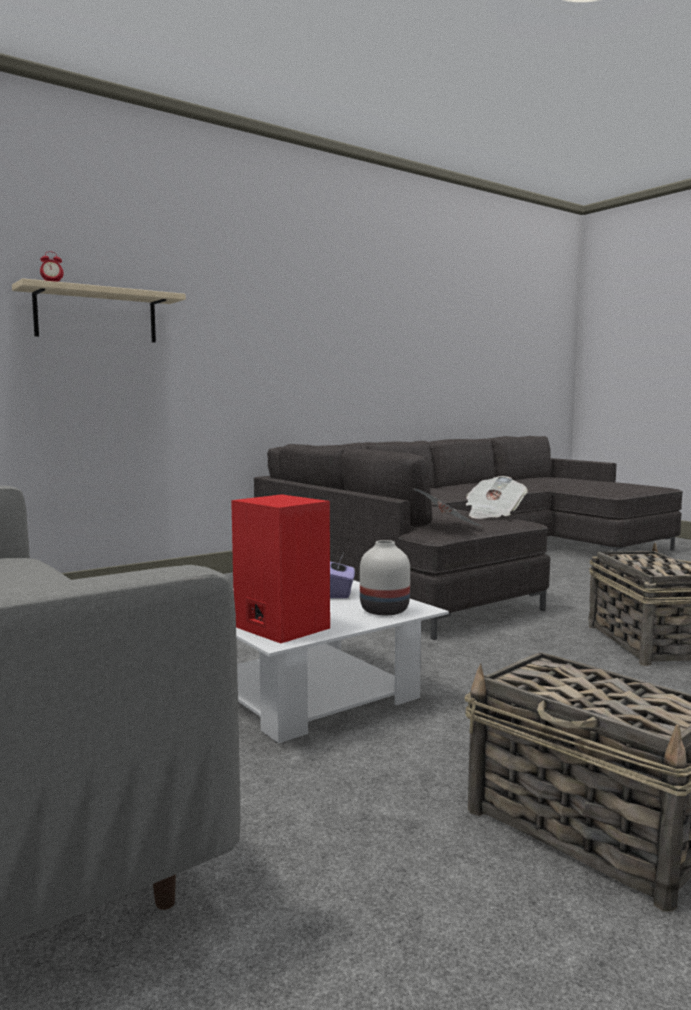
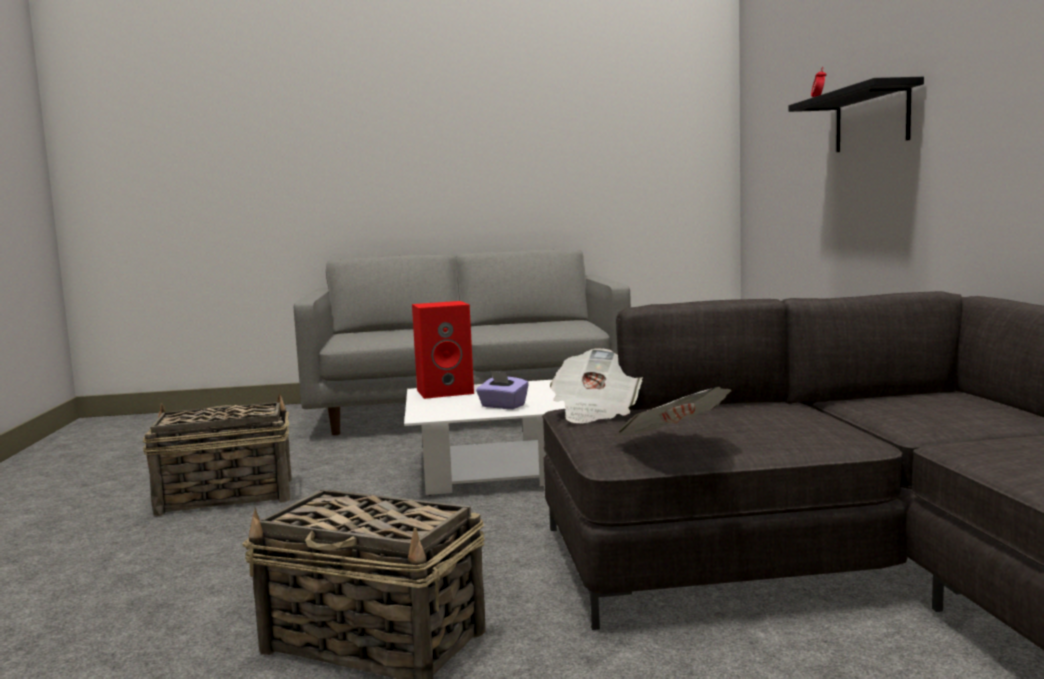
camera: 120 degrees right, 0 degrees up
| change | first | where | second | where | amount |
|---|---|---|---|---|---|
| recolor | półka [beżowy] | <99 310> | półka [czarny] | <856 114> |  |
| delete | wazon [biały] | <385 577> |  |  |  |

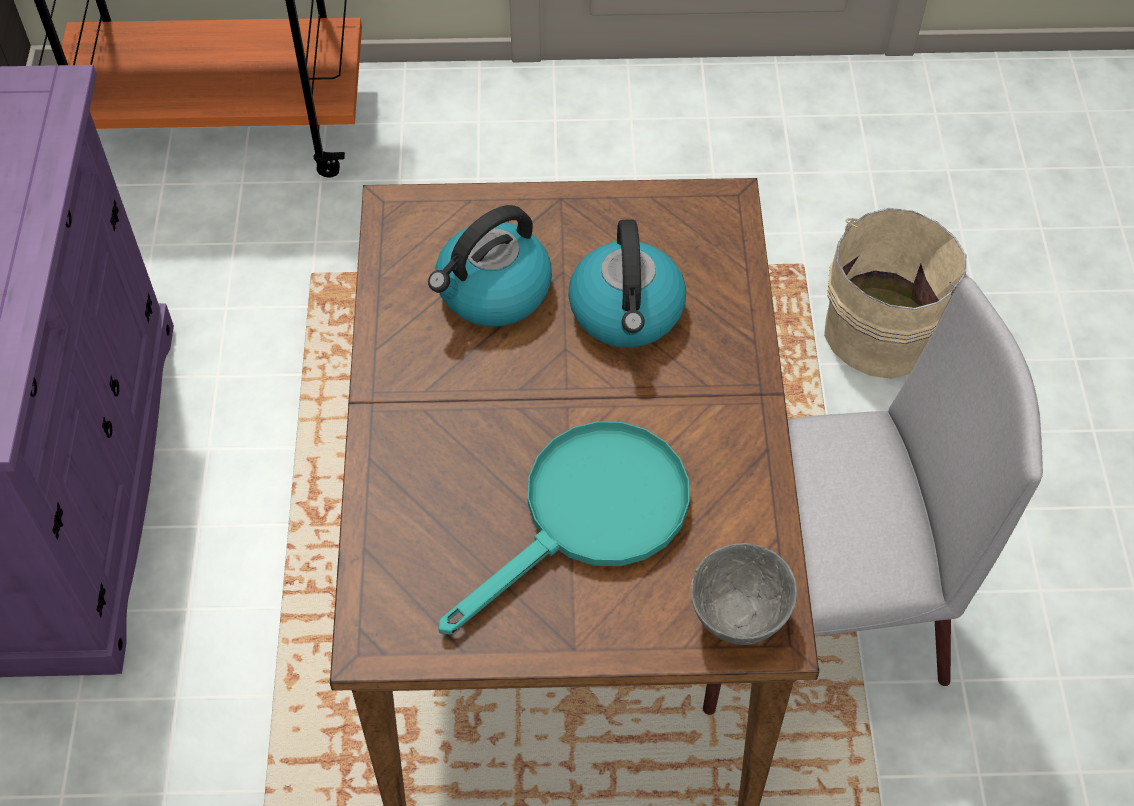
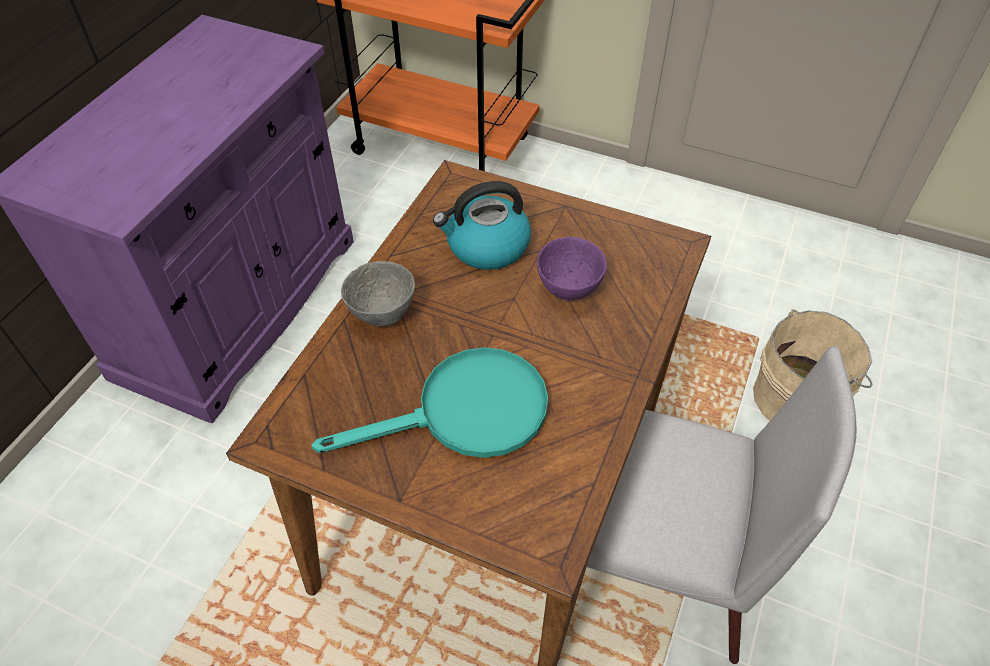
camera: 25 degrees right, 5 degrees down
| change | first | where | second | where | amount |
|---|---|---|---|---|---|
| replace | czajnik | <627 283> | miska [fioletowy] | <572 268> |  |
| move | miska [szary] | <744 594> |  | <378 293> |  |

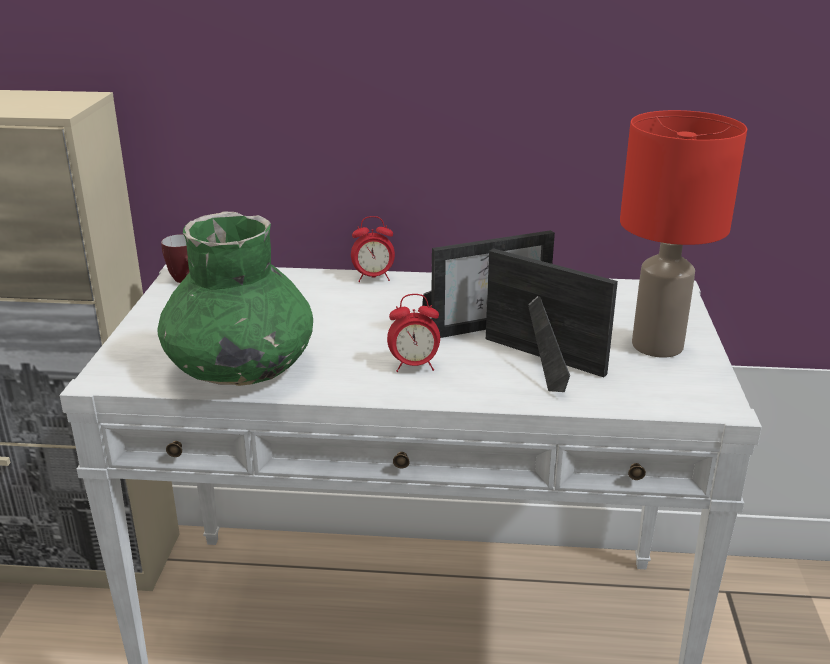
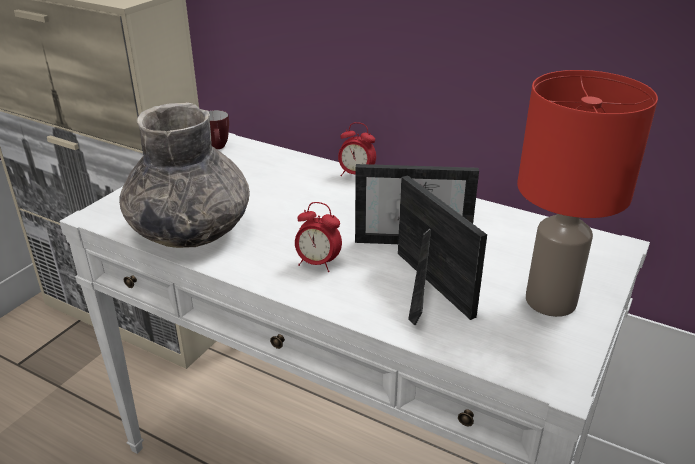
camera: 25 degrees right, 5 degrees up
| change | first | where | second | where | amount |
|---|---|---|---|---|---|
| recolor | wazon [zielony] | <235 298> | wazon [szary] | <184 175> |  |

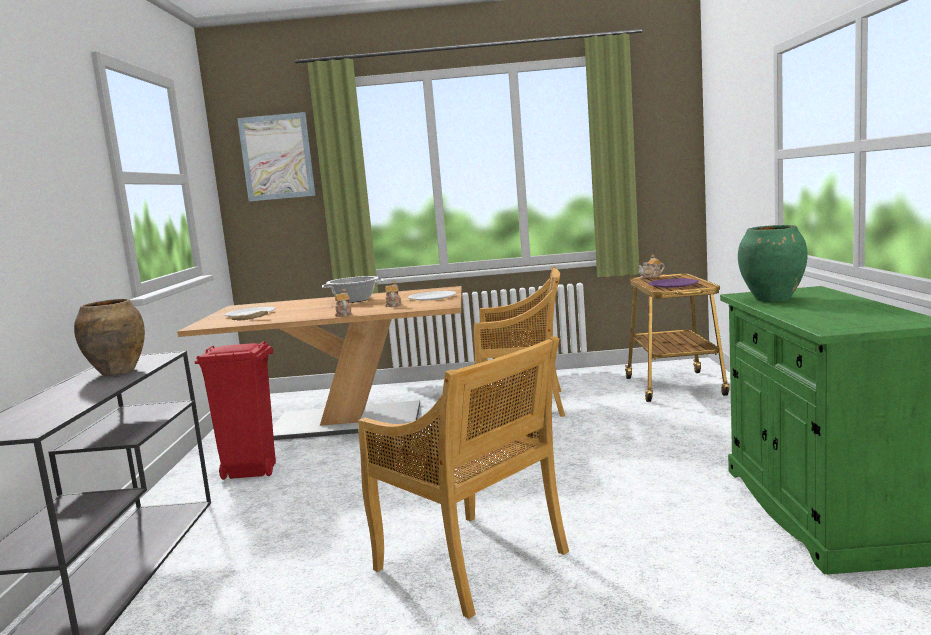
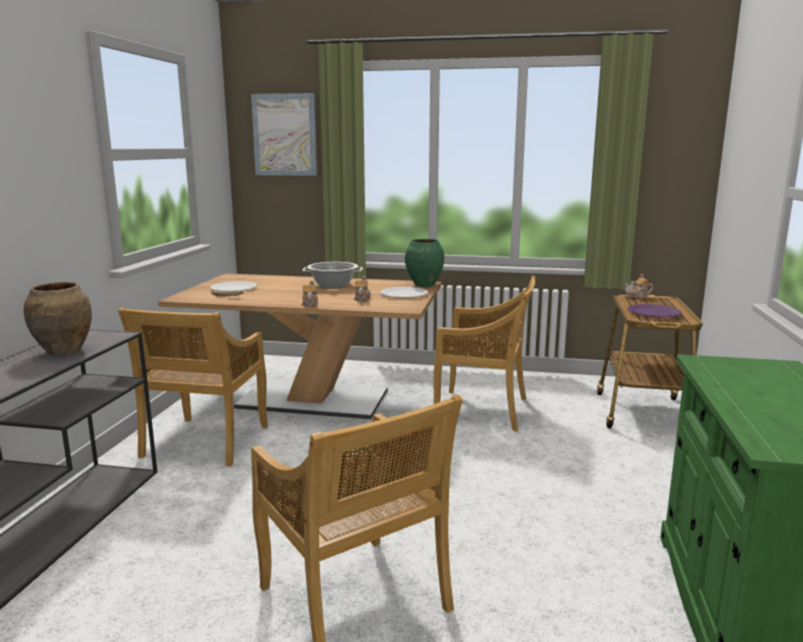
camera: 10 degrees right, 5 degrees up
| change | first | where | second | where | amount |
|---|---|---|---|---|---|
| move | wazon [zielony] | <773 263> |  | <424 263> |  |
| replace | kosz na śmieci [czerwony] | <235 410> | krzesło [beżowy] | <193 387> |  |

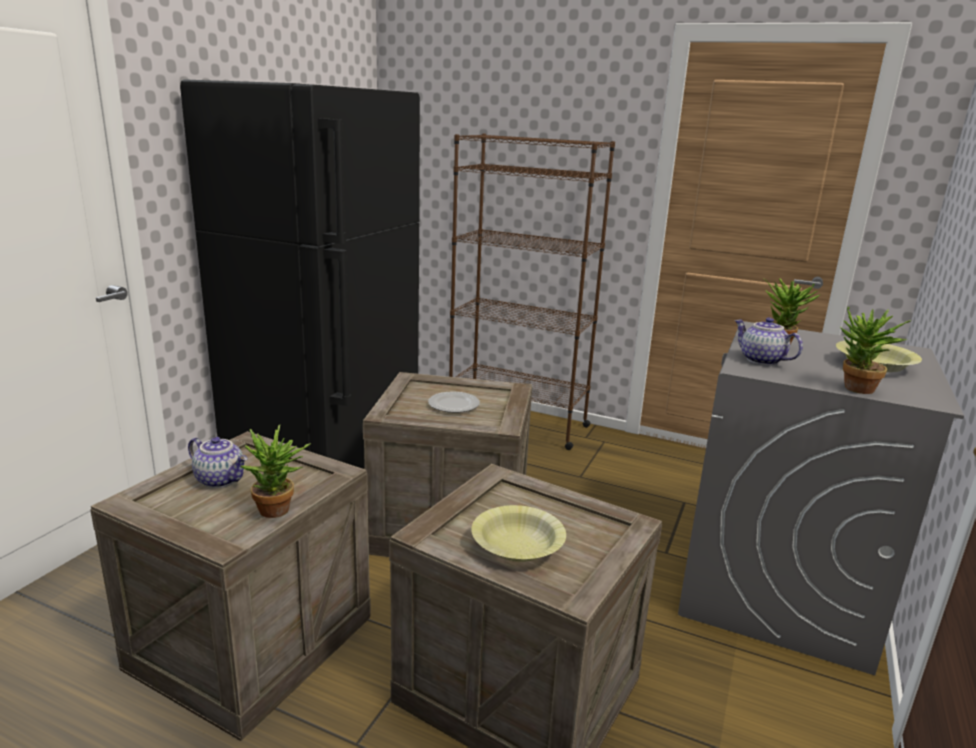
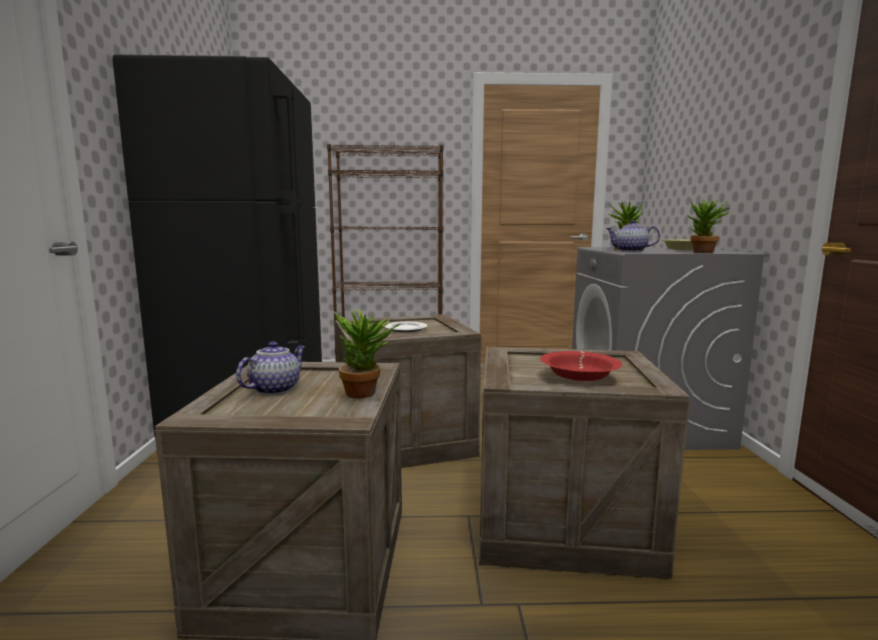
camera: 25 degrees left, 10 degrees down
| change | first | where | second | where | amount |
|---|---|---|---|---|---|
| rotate | imbryk | <218 462> |  | <271 368> | 60 degrees counterclockwise |
| recolor | miska [żółty] | <518 533> | miska [czerwony] | <581 366> |  |

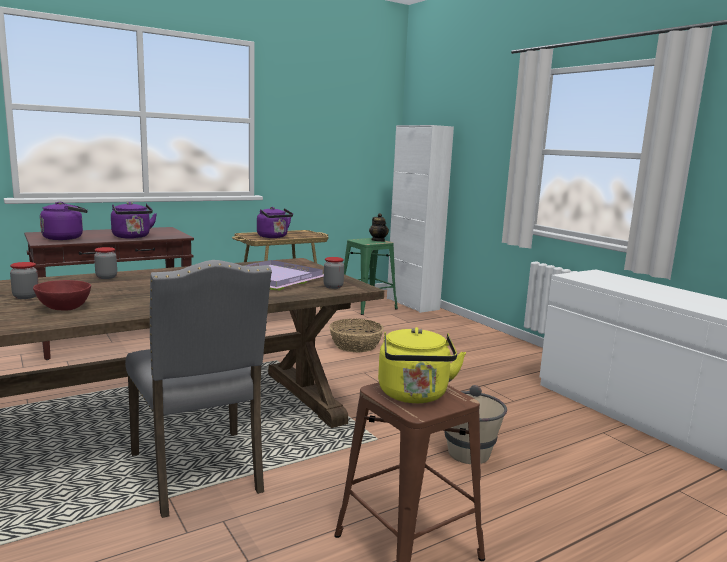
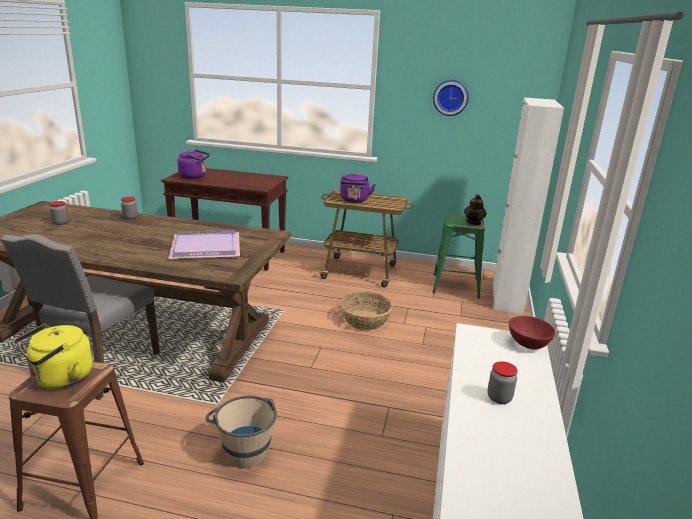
camera: 45 degrees right, 10 degrees up
| change | first | where | second | where | amount |
|---|---|---|---|---|---|
| delete | czajnik [fioletowy] | <134 220> |  |  |  |
| move | słoik | <334 273> |  | <502 383> |  |
| move | miska [czerwony] | <62 295> |  | <532 332> |  |
| insert |  |  | zegar ścienny | <451 98> |  |

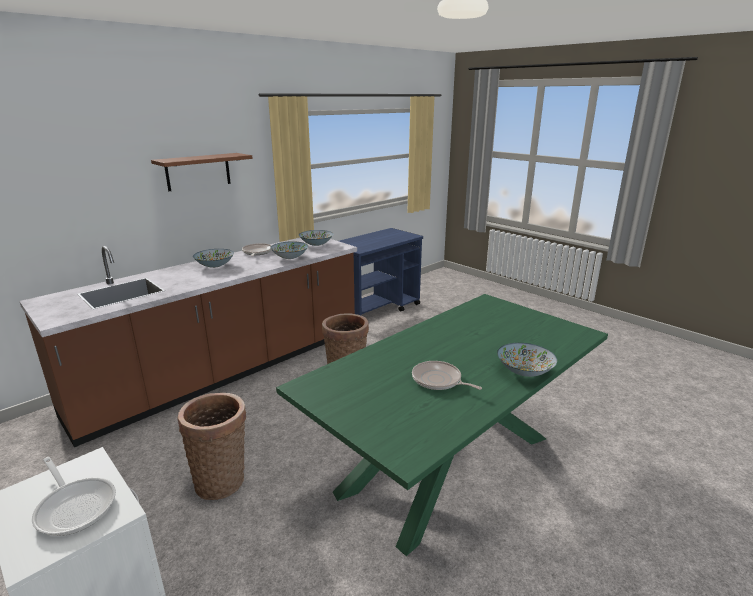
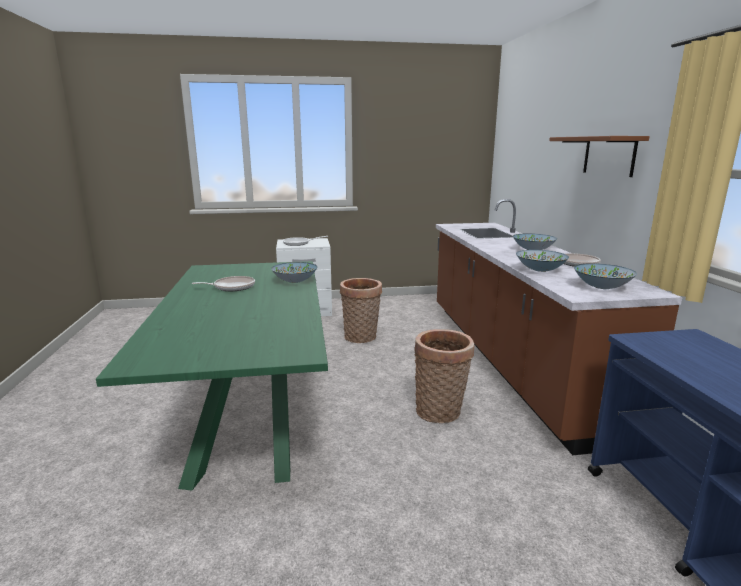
camera: 125 degrees right, 5 degrees down
| change | first | where | second | where | amount |
|---|---|---|---|---|---|
| move | miska | <527 360> |  | <294 272> |  |

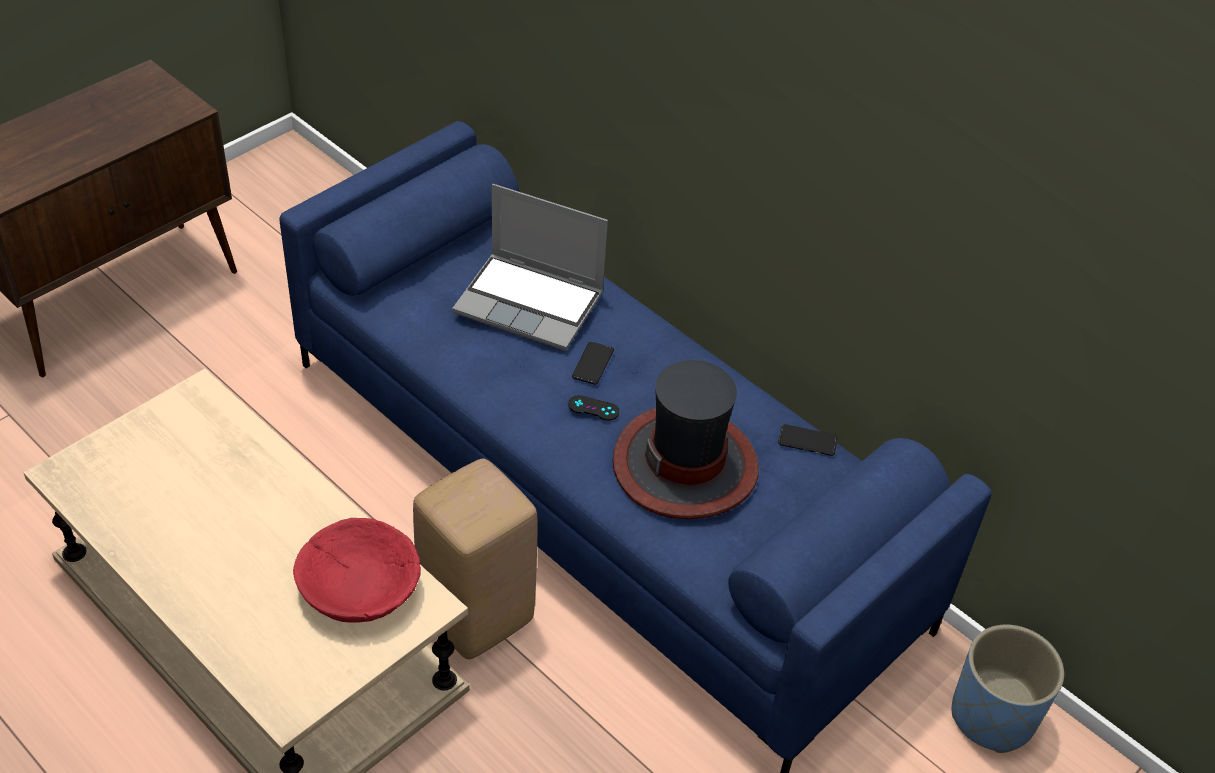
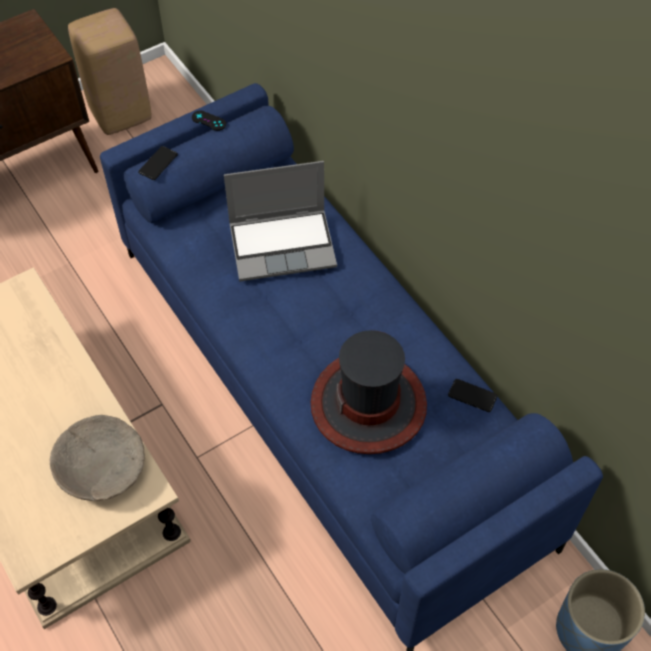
camera: 15 degrees right, 10 degrees up
| change | first | where | second | where | amount |
|---|---|---|---|---|---|
| rotate | laptop | <530 267> |  | <280 221> | 45 degrees counterclockwise |
| move | telefon | <593 363> |  | <158 163> |  |
| move | pad do gier [czarny] | <593 408> |  | <209 121> |  |
| move | stołek [beżowy] | <475 558> |  | <110 71> |  |
| recolor | miska [czerwony] | <357 570> | miska [beżowy] | <97 458> |  |

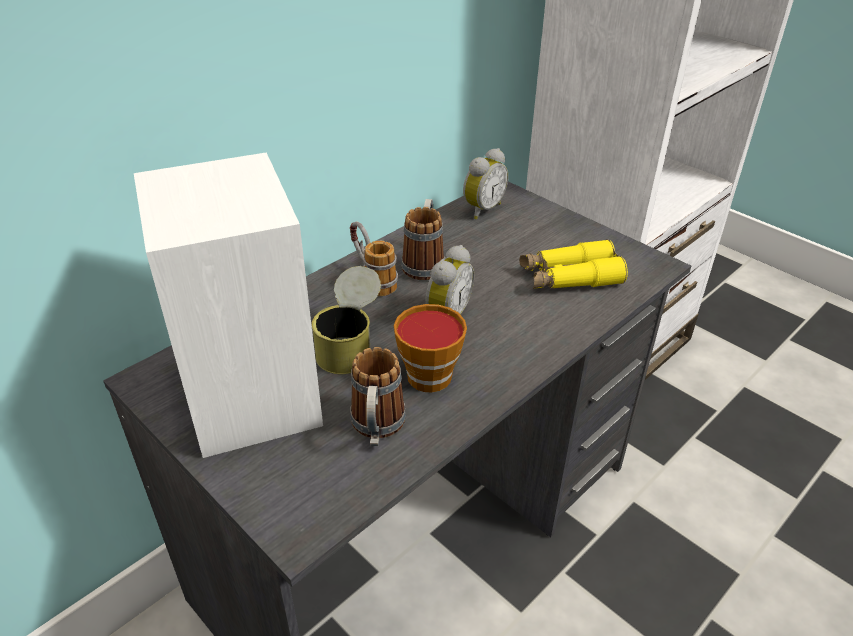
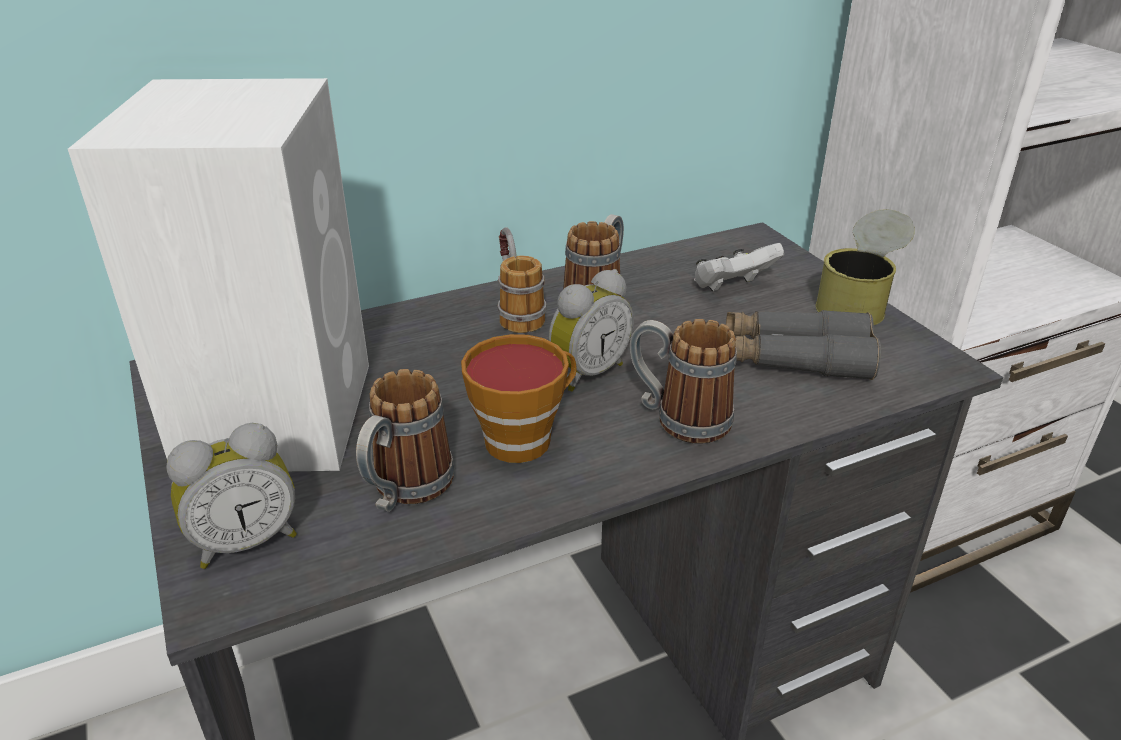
camera: 20 degrees right, 5 degrees down
| change | first | where | second | where | amount |
|---|---|---|---|---|---|
| move | budzik | <485 183> |  | <231 496> |  |
| recolor | lornetka [żółty] | <574 264> | lornetka [szary] | <803 345> |  |
| move | puszka | <346 320> |  | <865 267> |  |
| insert |  |  | pad do gier [biały] | <739 267> |  |
| insert |  |  | kubek | <683 381> |  |

